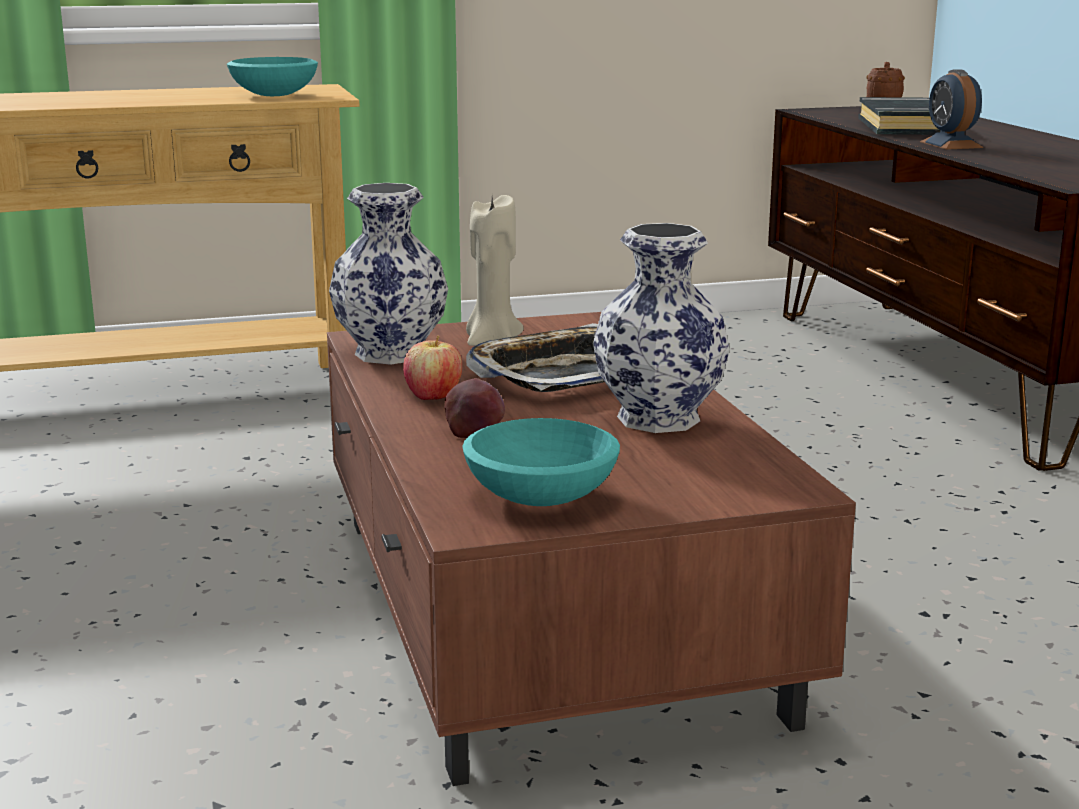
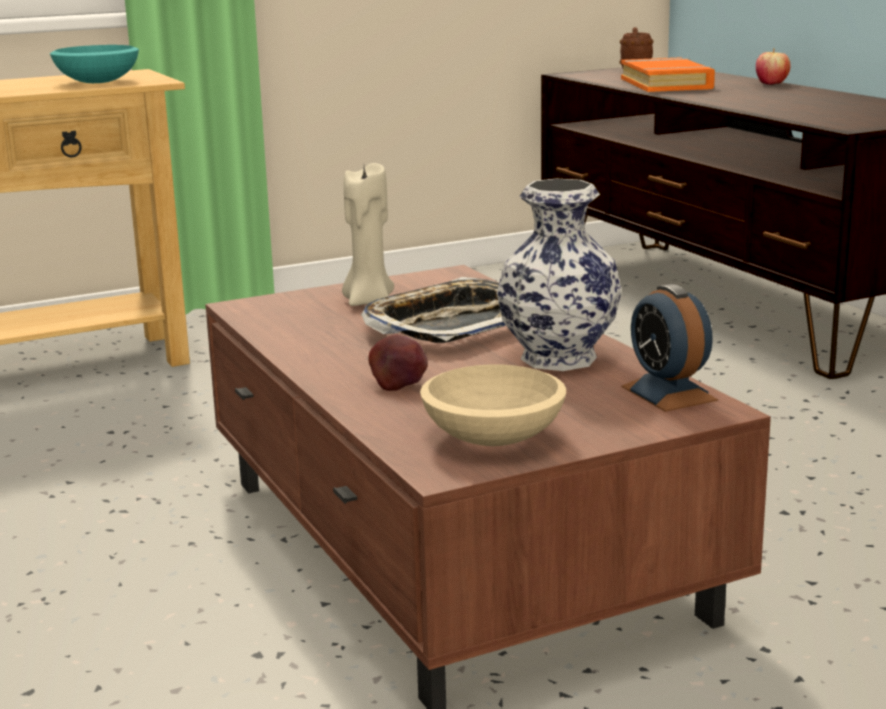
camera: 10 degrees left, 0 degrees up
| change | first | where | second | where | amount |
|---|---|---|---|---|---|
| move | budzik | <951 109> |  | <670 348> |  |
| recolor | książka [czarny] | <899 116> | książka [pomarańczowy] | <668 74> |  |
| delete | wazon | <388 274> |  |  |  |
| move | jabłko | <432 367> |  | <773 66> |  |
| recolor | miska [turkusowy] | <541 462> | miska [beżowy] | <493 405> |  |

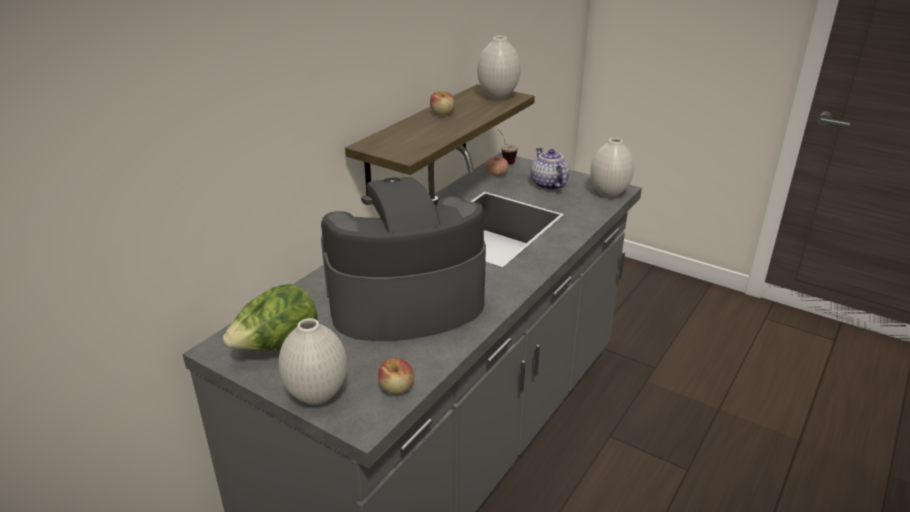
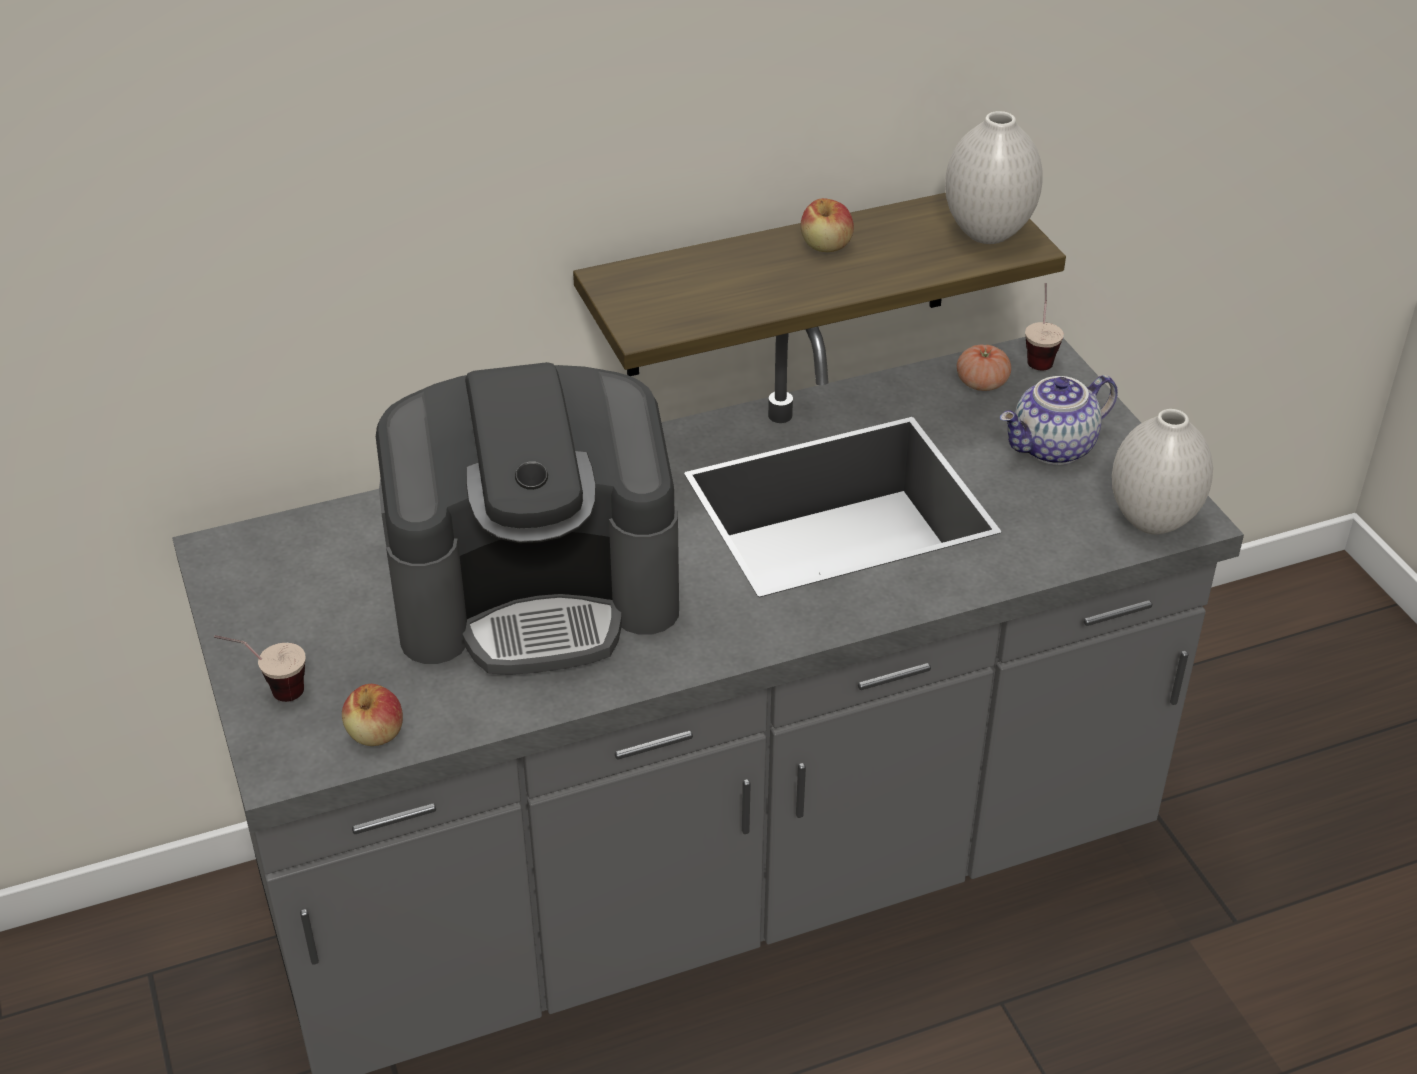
camera: 35 degrees right, 10 degrees up
| change | first | where | second | where | amount |
|---|---|---|---|---|---|
| rotate | imbryk | <550 168> |  | <1059 420> | 135 degrees counterclockwise |
| rotate | ekspres do kawy | <403 259> |  | <527 518> | 150 degrees clockwise |
| delete | sałata | <270 317> |  |  |  |
| replace | wazon [biały] | <313 361> | filiżanka | <260 668> |  |

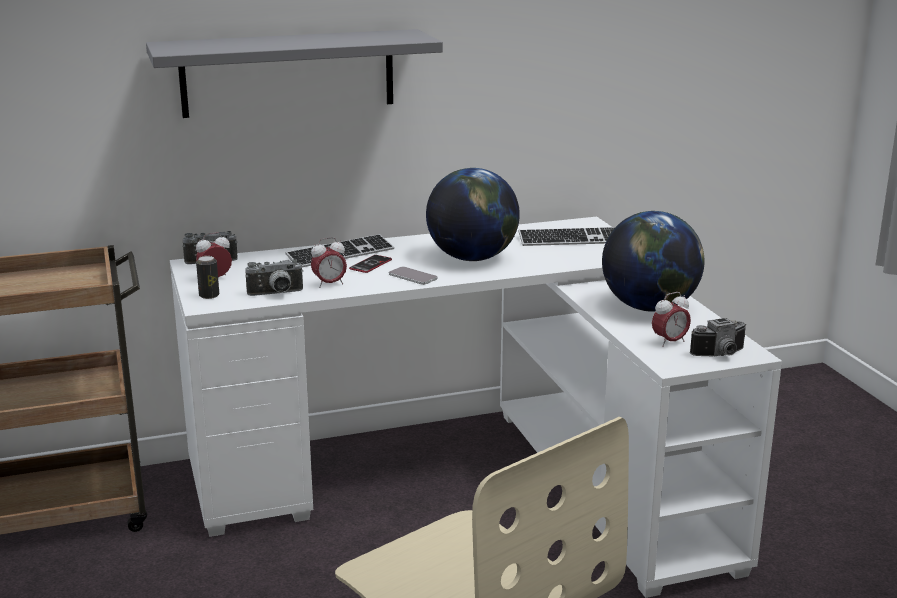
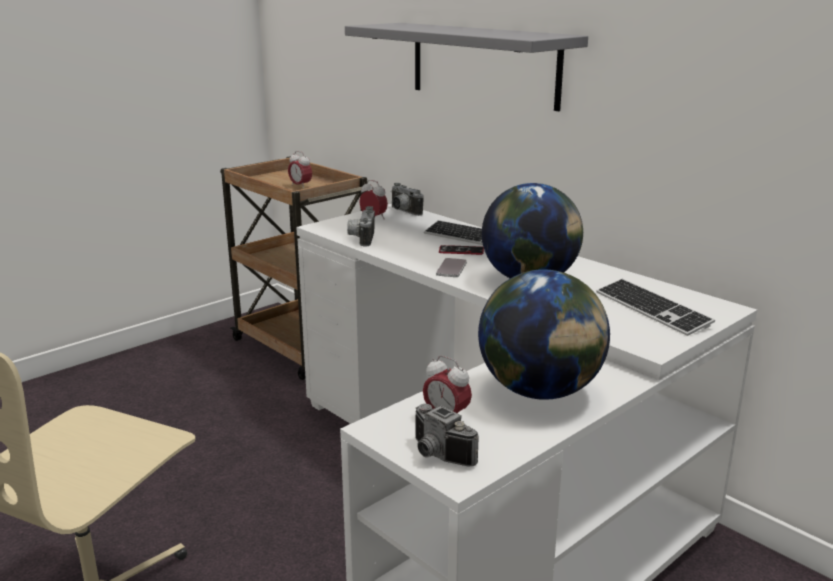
camera: 65 degrees right, 0 degrees up
| change | first | where | second | where | amount |
|---|---|---|---|---|---|
| move | budzik | <329 262> |  | <300 170> |  |
| delete | puszka | <207 277> |  |  |  |
| rotate | aparat fotograficzny | <274 277> |  | <361 226> | 45 degrees clockwise |

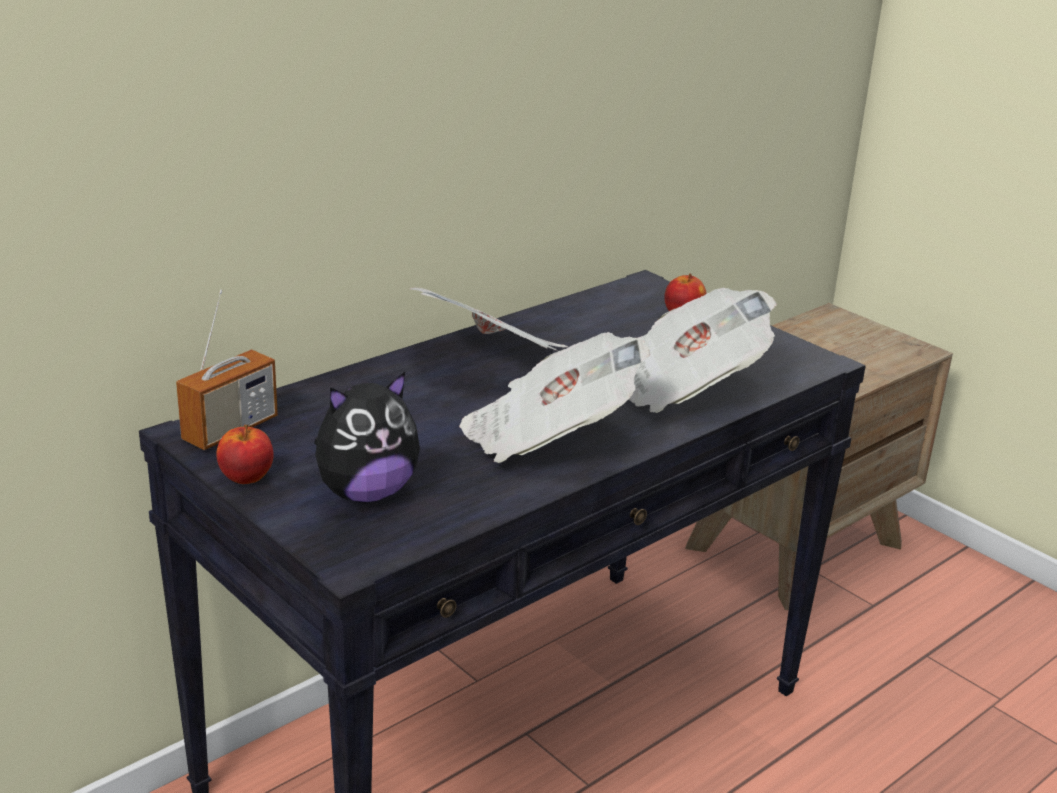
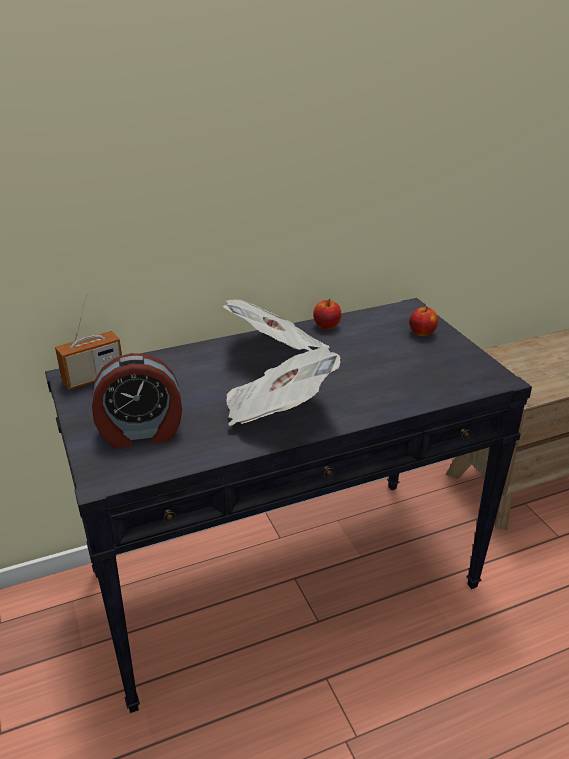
camera: 20 degrees right, 5 degrees up
| change | first | where | second | where | amount |
|---|---|---|---|---|---|
| delete | gazeta | <703 350> |  |  |  |
| replace | pluszak | <367 437> | budzik | <137 400> |  |
| move | jabłko | <245 454> |  | <327 314> |  |

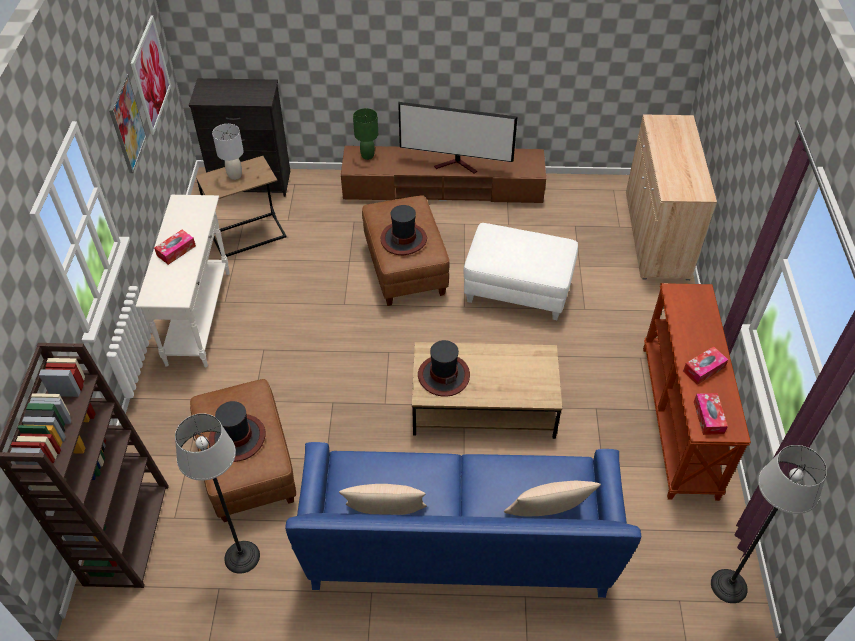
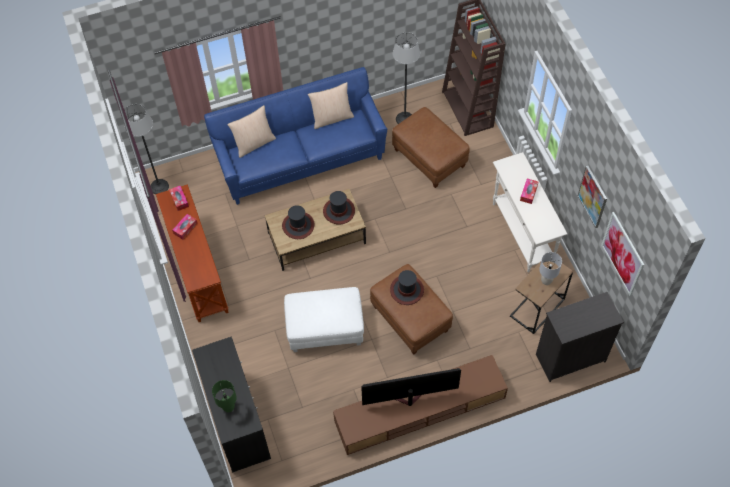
camera: 160 degrees right, 10 degrees up
| change | first | where | second | where | amount |
|---|---|---|---|---|---|
| move | lampa stołowa [zielony] | <365 134> |  | <224 396> |  |
| recolor | szafka [beżowy] | <671 197> | szafka [czarny] | <231 404> |  |
| move | kapelusz | <237 431> |  | <298 222> |  |

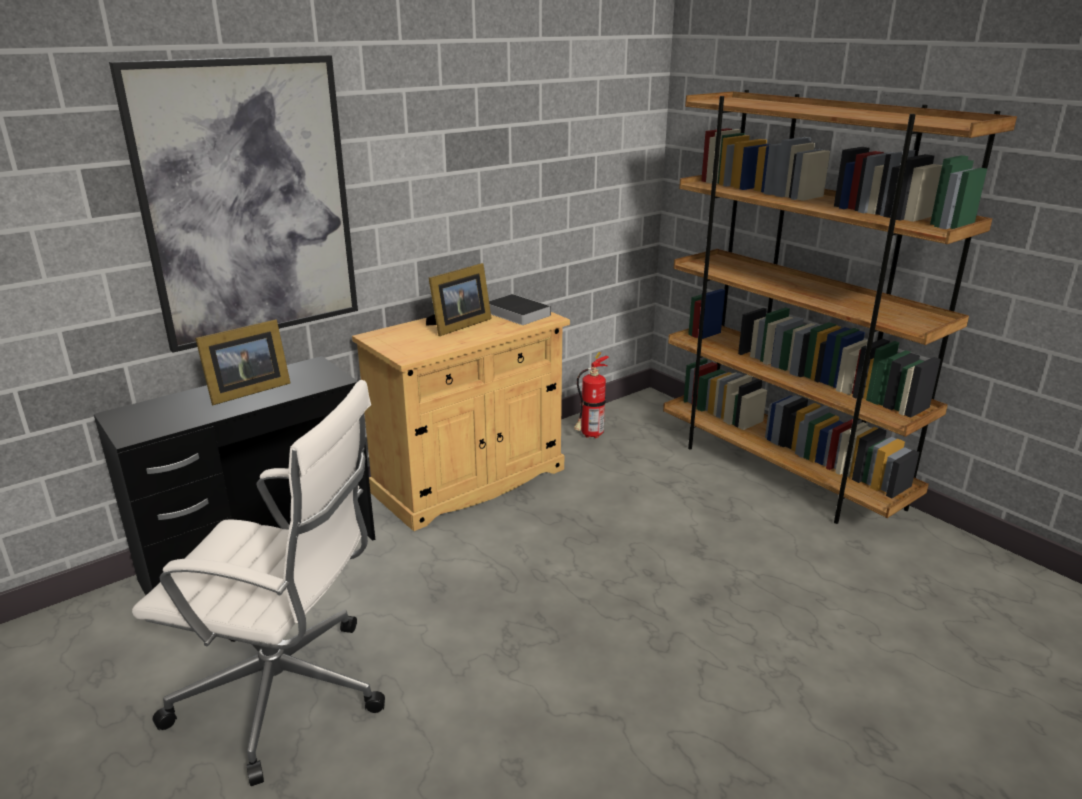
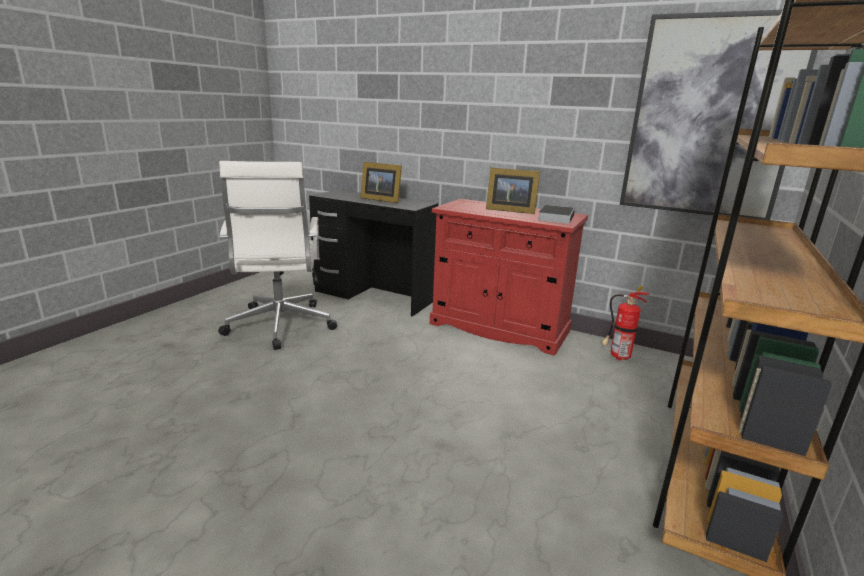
camera: 65 degrees right, 5 degrees down
| change | first | where | second | where | amount |
|---|---|---|---|---|---|
| move | obraz | <233 204> |  | <719 115> |  |
| recolor | szafka [beżowy] | <461 421> | szafka [czerwony] | <509 277> |  |

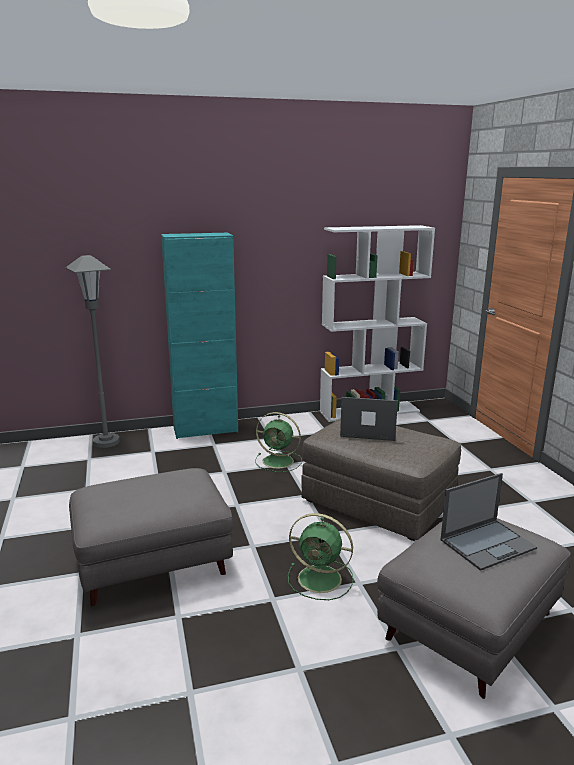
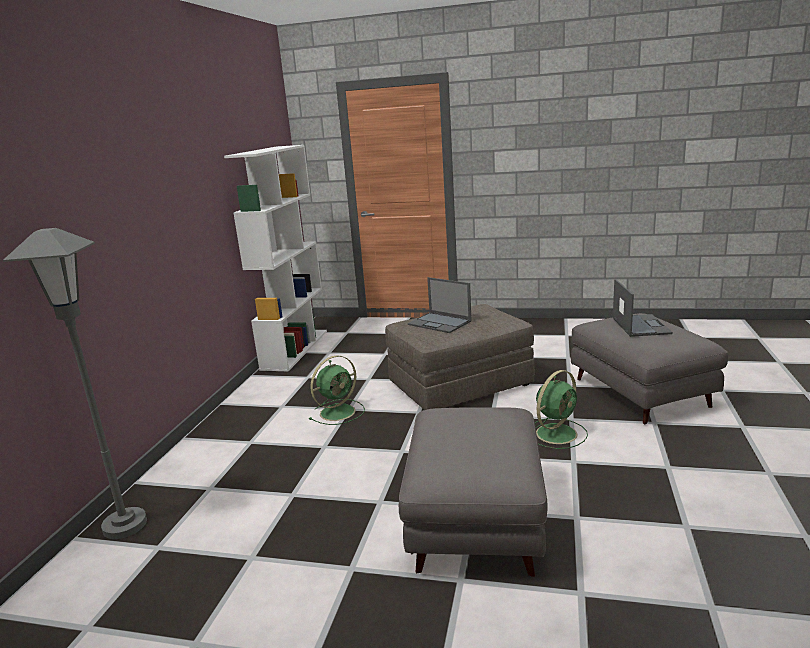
camera: 60 degrees left, 0 degrees up
| change | first | where | second | where | amount |
|---|---|---|---|---|---|
| delete | szafka [turkusowy] | <199 335> |  |  |  |
| rotate | laptop | <369 419> |  | <440 305> | 90 degrees counterclockwise |

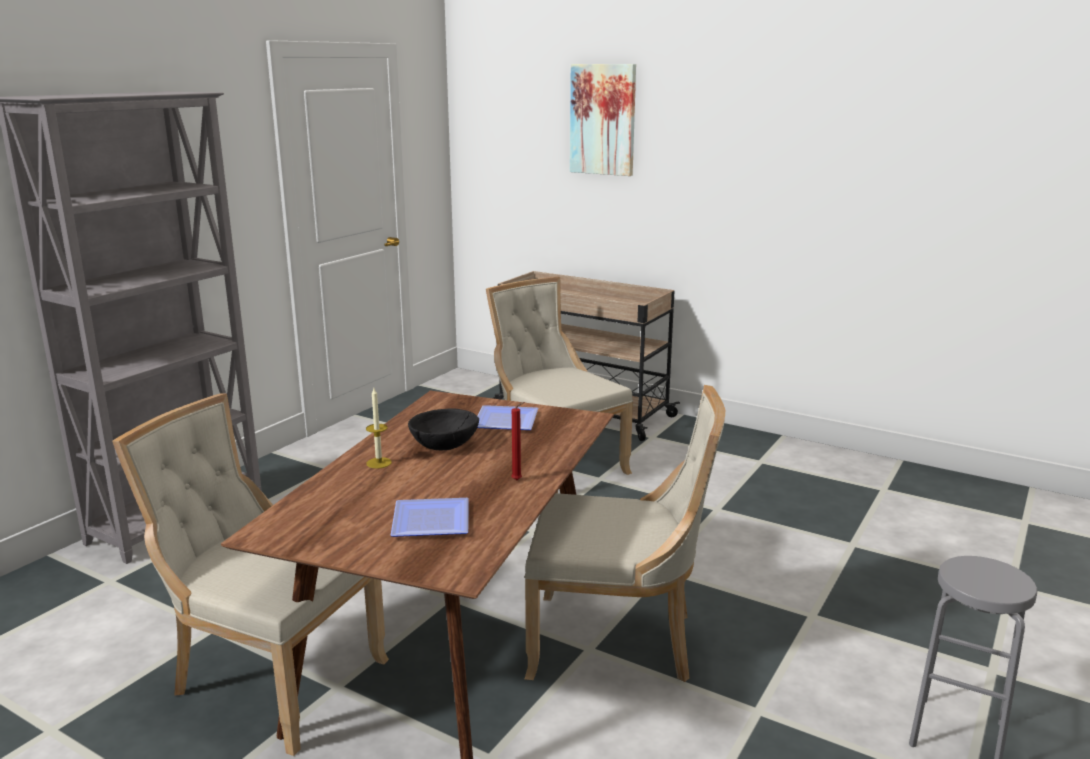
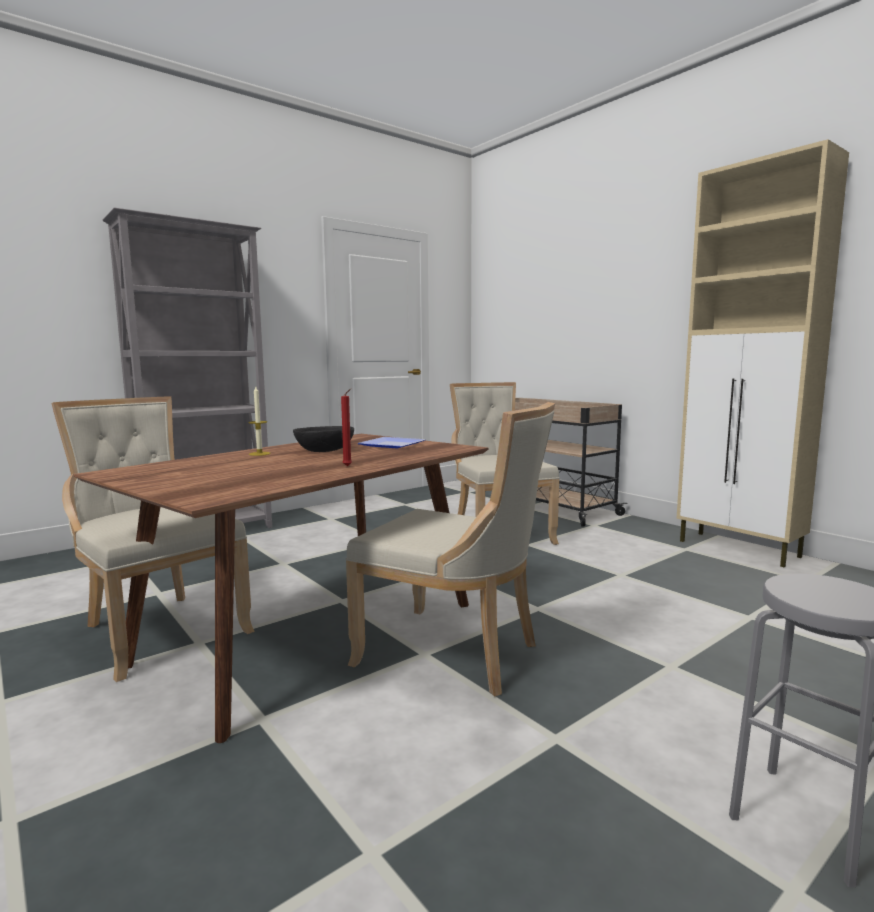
camera: 20 degrees right, 10 degrees down
| change | first | where | second | where | amount |
|---|---|---|---|---|---|
| delete | obraz | <603 120> |  |  |  |
| delete | talerz | <429 517> |  |  |  |
| insert |  |  | szafka [beżowy] | <762 353> |  |

